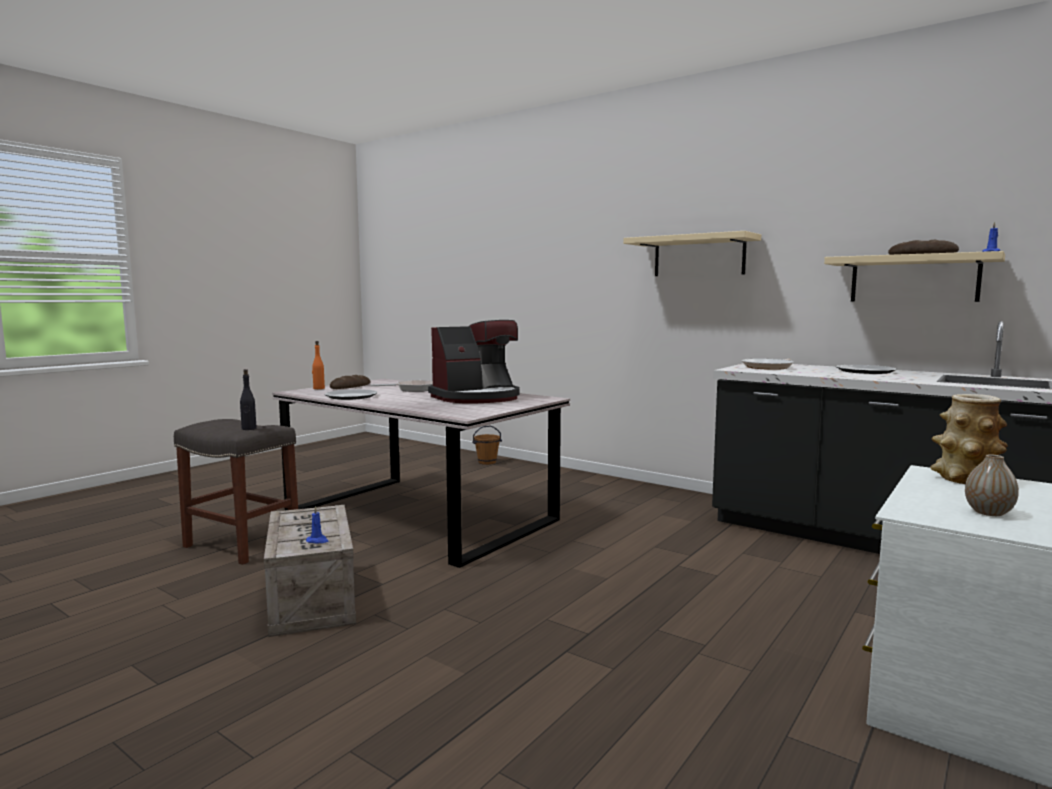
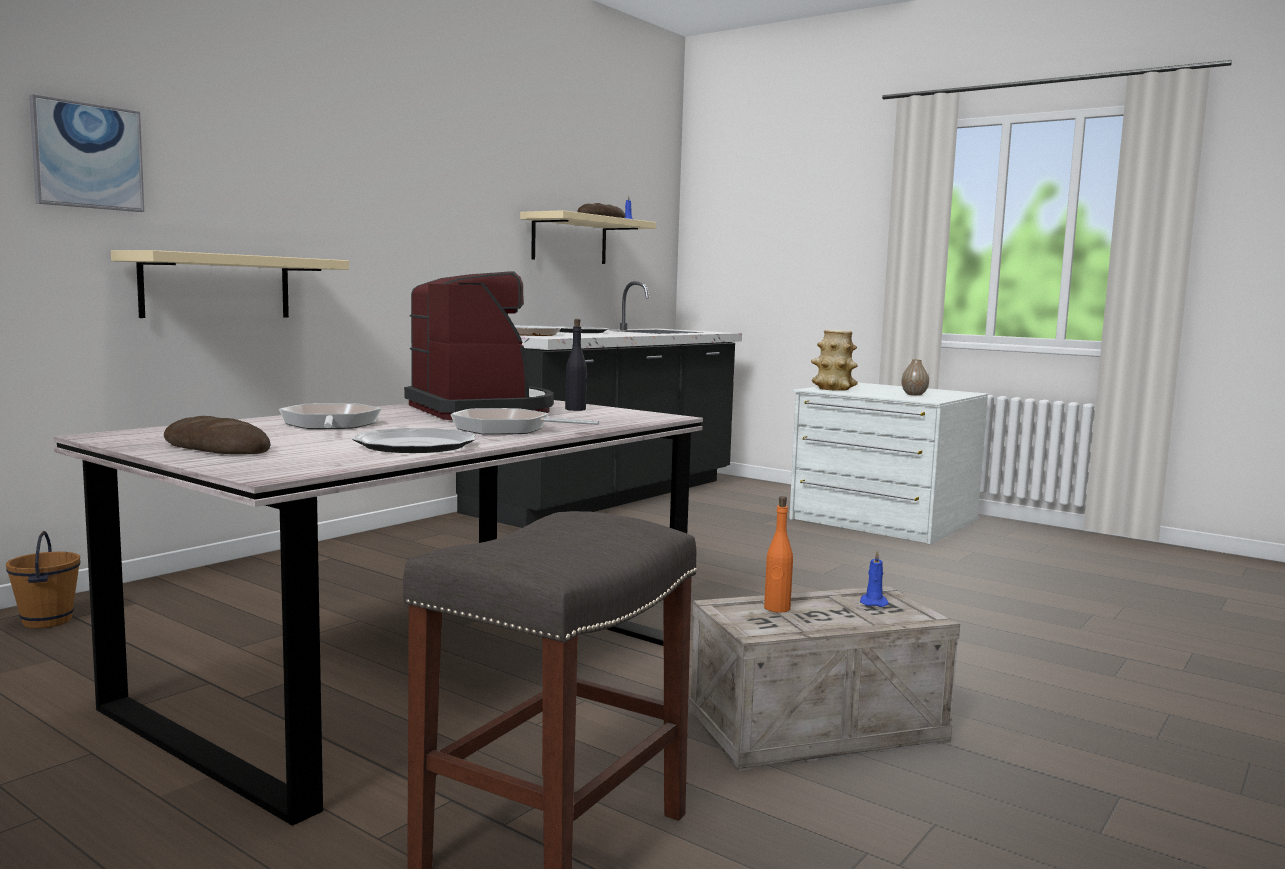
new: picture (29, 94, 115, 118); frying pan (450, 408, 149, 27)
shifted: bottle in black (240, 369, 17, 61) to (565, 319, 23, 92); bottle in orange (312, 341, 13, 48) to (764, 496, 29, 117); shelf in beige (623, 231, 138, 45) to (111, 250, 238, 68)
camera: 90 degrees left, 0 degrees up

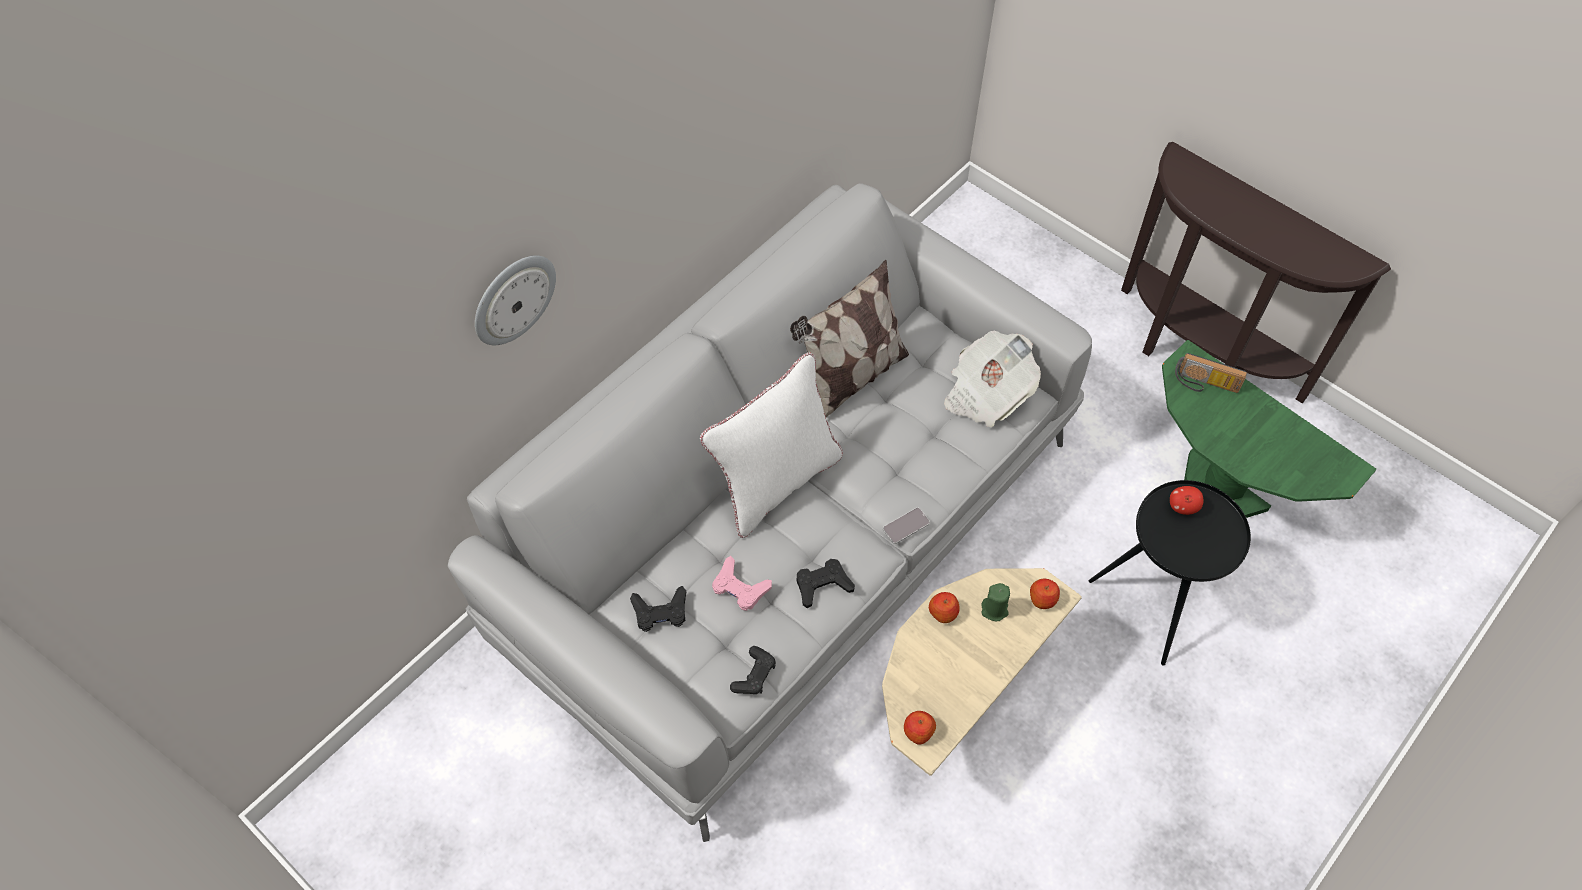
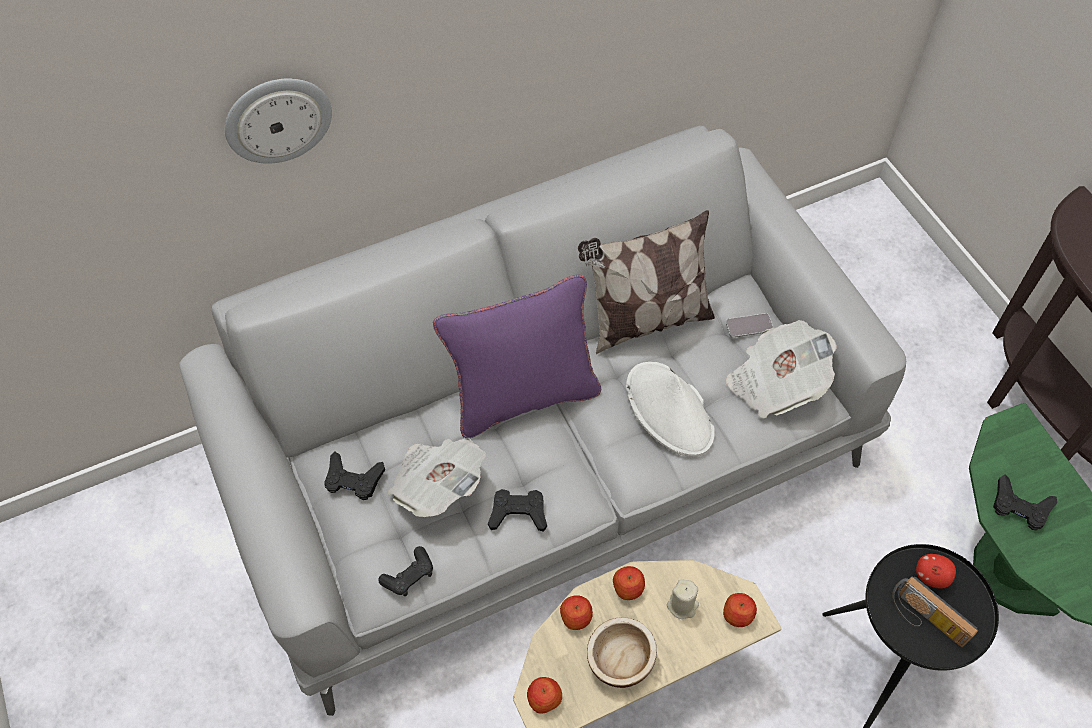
new: apple (560, 595, 33, 35); bowl (587, 617, 70, 71); hat in white (626, 362, 89, 95); game controller in black (993, 474, 64, 56)
shifted: phone (883, 508, 47, 36) to (726, 313, 47, 24); radio (1175, 353, 72, 40) to (892, 576, 86, 71)
swapped: game controller in pink (712, 556, 60, 55) to newspaper (387, 438, 99, 79)
repainted: pillow in white (700, 352, 143, 186) to pillow in purple (433, 274, 168, 164); candle in green (982, 583, 28, 38) to candle in beige (667, 580, 32, 39)
camera: 25 degrees right, 0 degrees up

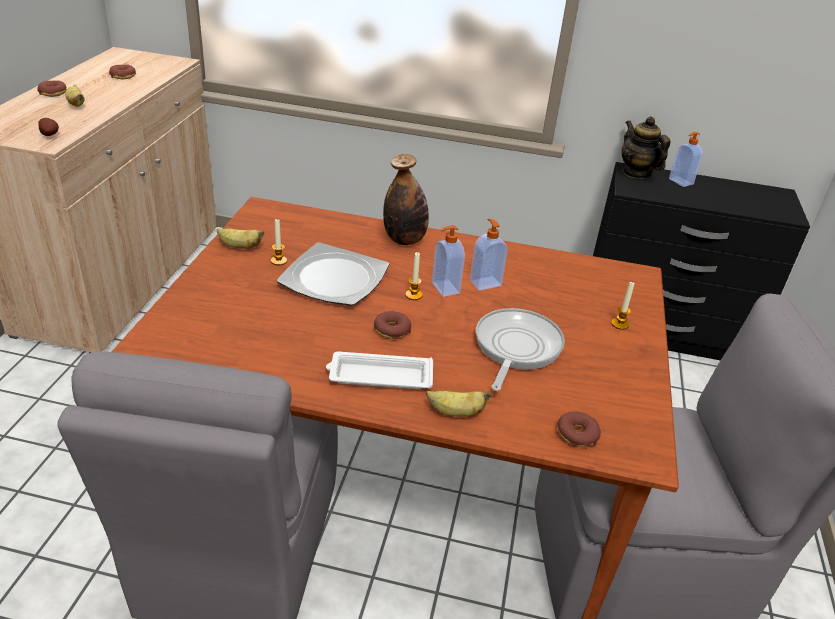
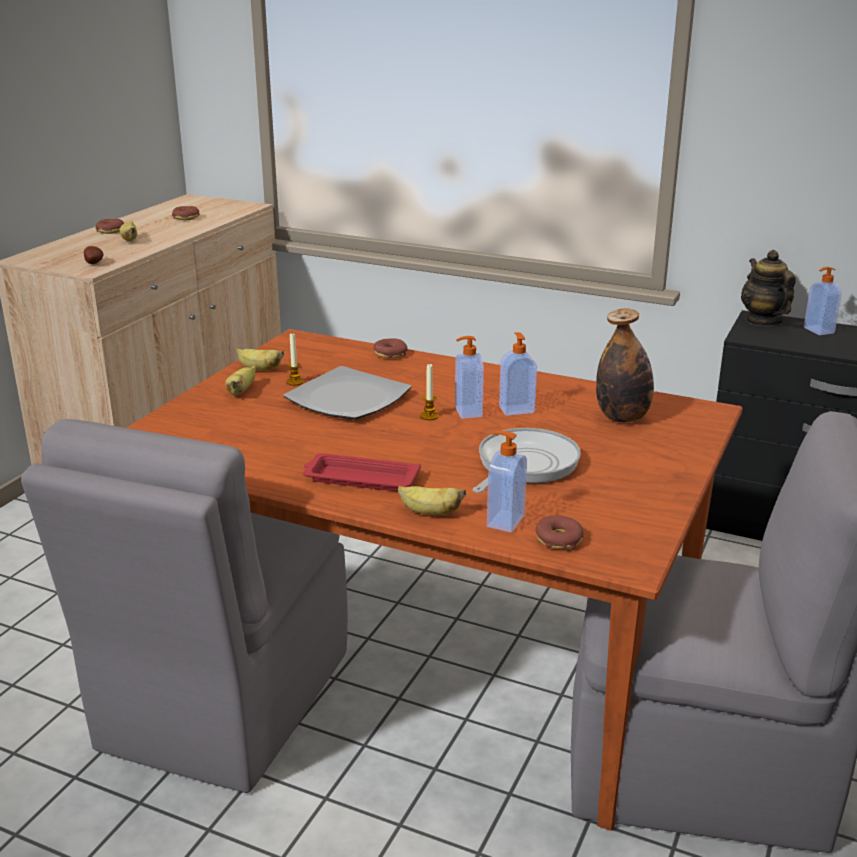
gone: candle (611, 281, 24, 49)
new: banana (225, 366, 31, 29); soap dispenser (487, 431, 40, 101)
shifted: donut (374, 311, 37, 28) to (373, 339, 35, 20); bottle (383, 154, 46, 91) to (596, 308, 58, 114)
repainted: tray in white (326, 352, 107, 37) to tray in red (303, 453, 118, 38)
camera: 15 degrees right, 10 degrees down

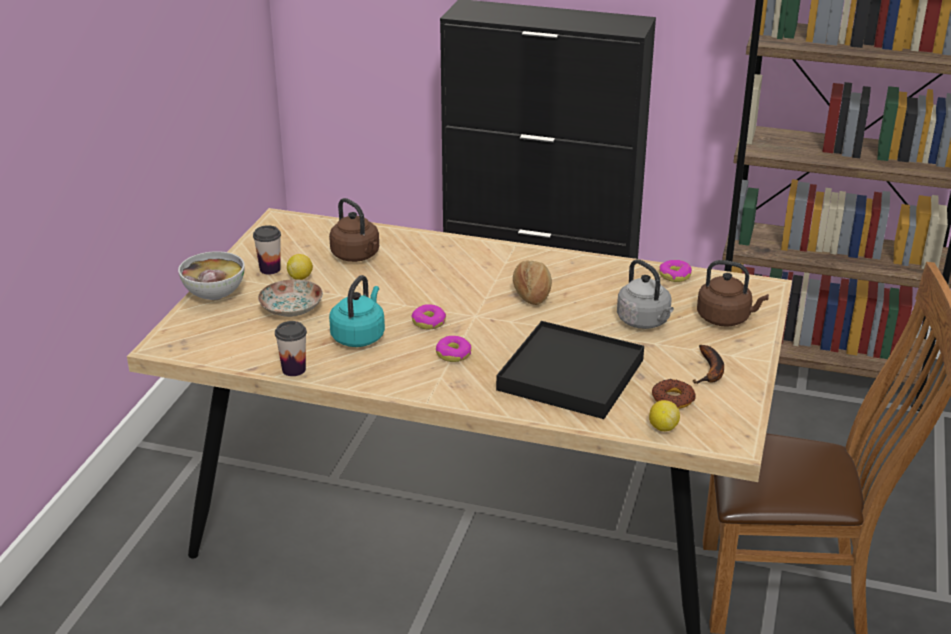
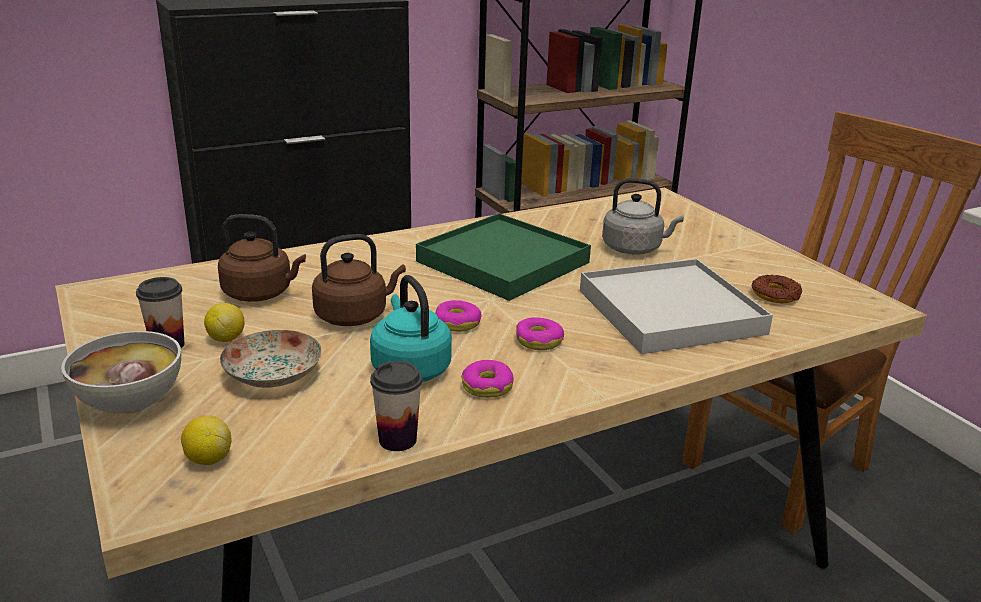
gone: banana (692, 345, 32, 39)
shifted: lemon (649, 400, 31, 31) to (181, 415, 50, 50); donut (659, 260, 33, 22) to (461, 360, 52, 38); kettle in brown (697, 260, 72, 67) to (312, 234, 94, 92)
swapped: bread (513, 260, 39, 45) to tray in green (416, 213, 175, 88)
repainted: tray in black (496, 321, 148, 98) to tray in white (580, 259, 193, 95)
camera: 45 degrees left, 5 degrees down

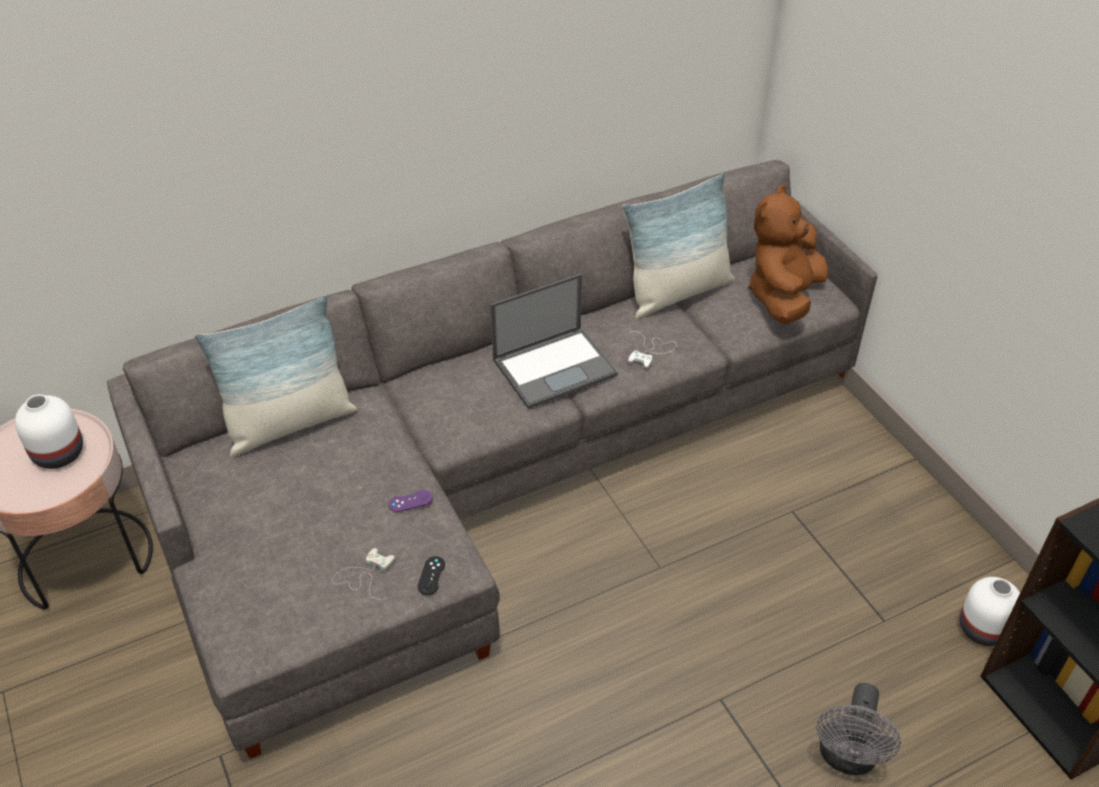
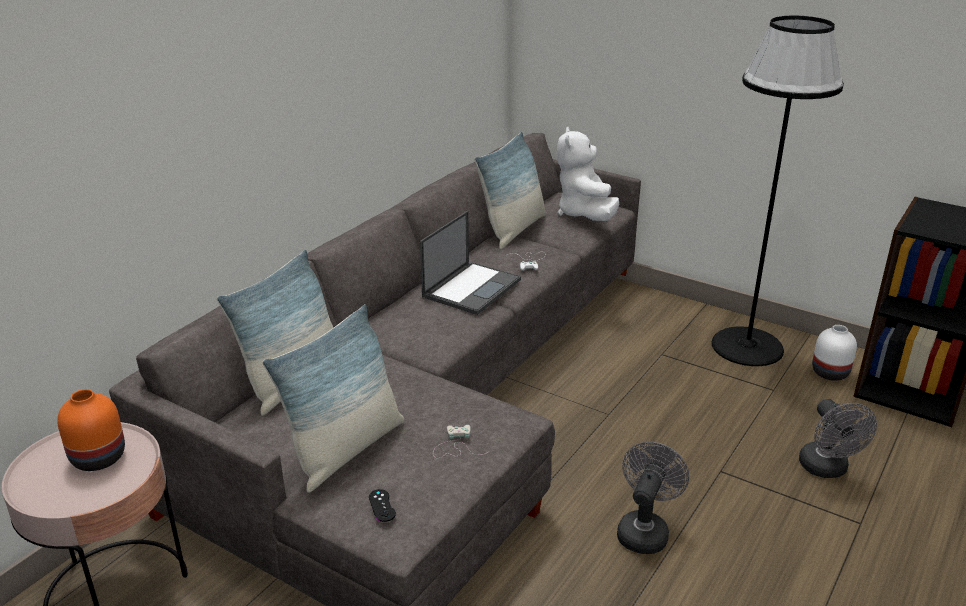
gone: game controller in purple (389, 490, 44, 22)
new: pillow (262, 304, 142, 189); fan in grey (617, 442, 72, 112); floor lamp in black (712, 16, 132, 350)
shifted: game controller in black (417, 556, 28, 39) to (369, 489, 27, 33)
repainted: vase in white (15, 394, 68, 75) to vase in orange (57, 389, 68, 82); plush toy in brown (748, 185, 80, 139) to plush toy in white (557, 127, 62, 94)
camera: 30 degrees left, 15 degrees down

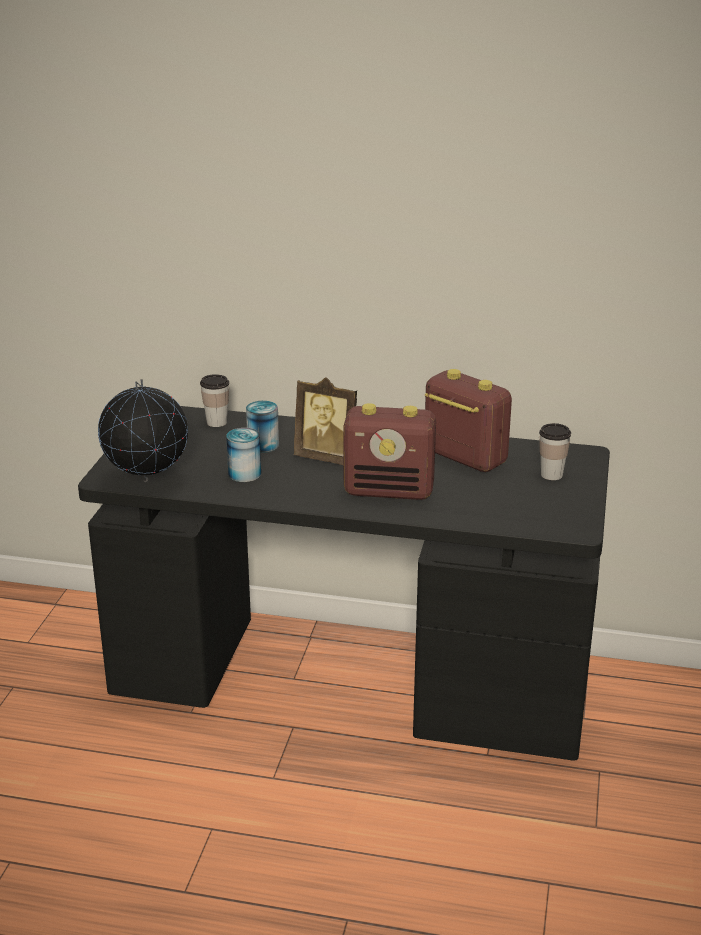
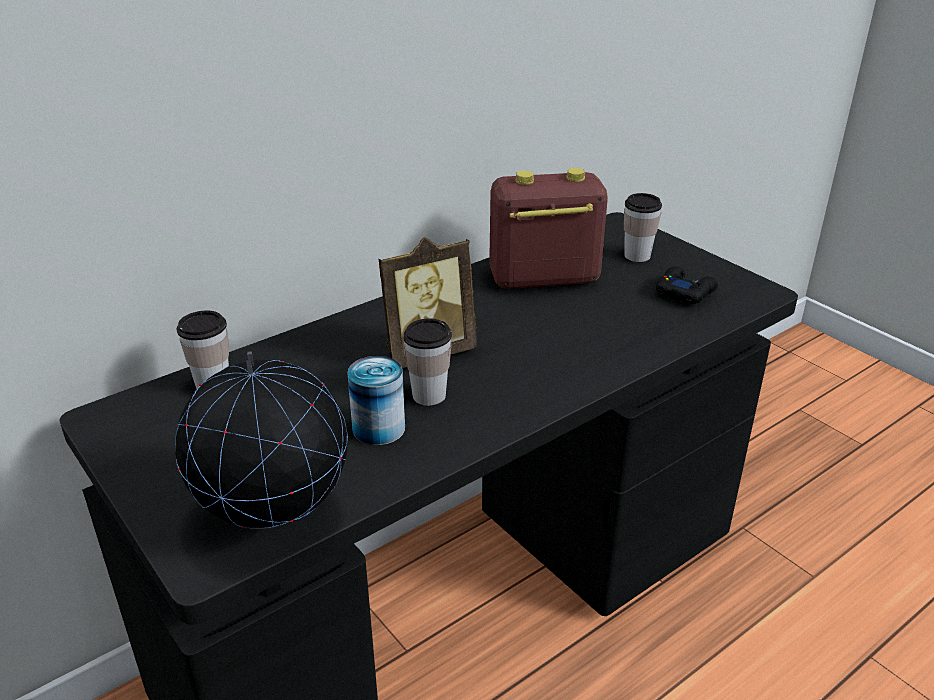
gone: can (246, 401, 33, 52); radio (343, 403, 93, 97)
new: cup (403, 319, 49, 87); game controller in black (656, 266, 62, 38)
camera: 50 degrees left, 5 degrees up

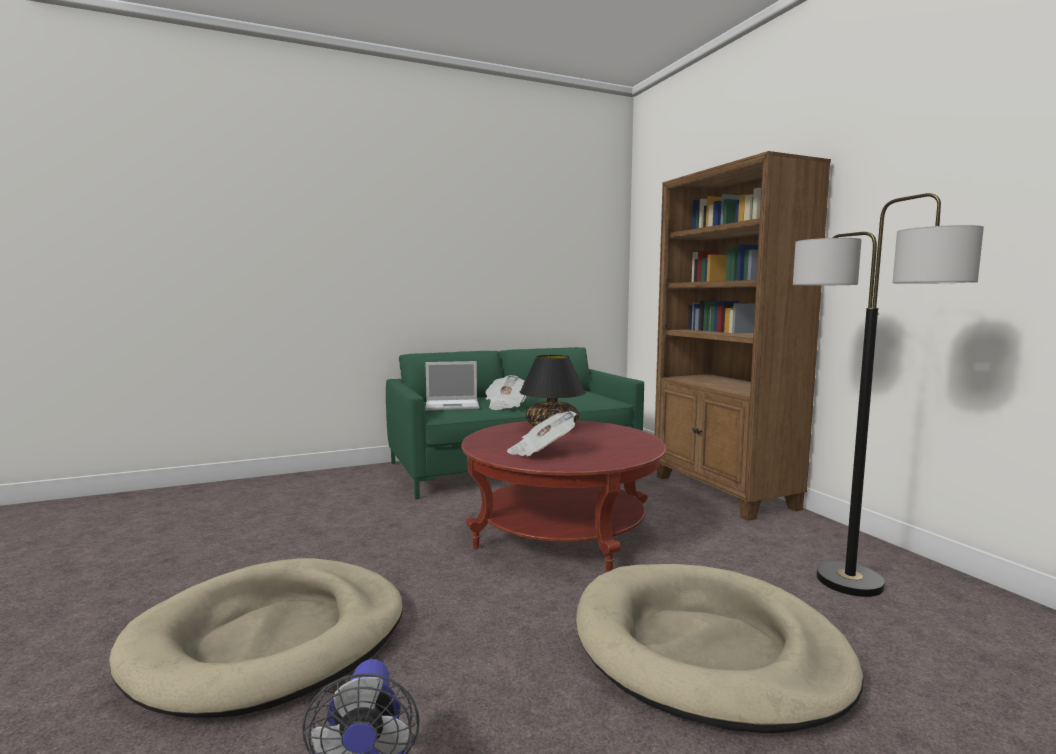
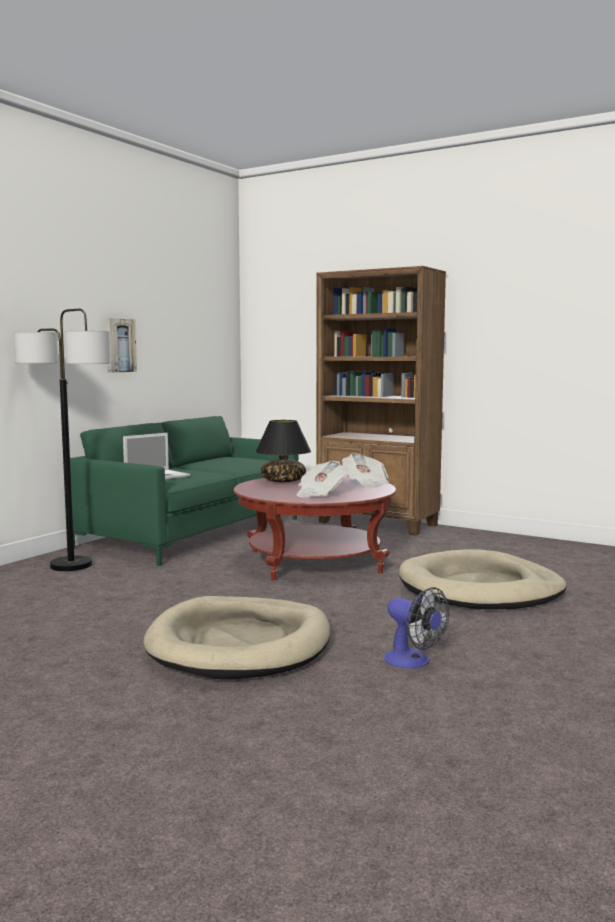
new: picture (106, 318, 31, 54)
shifted: newspaper (485, 375, 41, 35) to (342, 453, 47, 35); floor lamp (793, 193, 191, 404) to (14, 309, 97, 262)
camera: 35 degrees left, 0 degrees up

